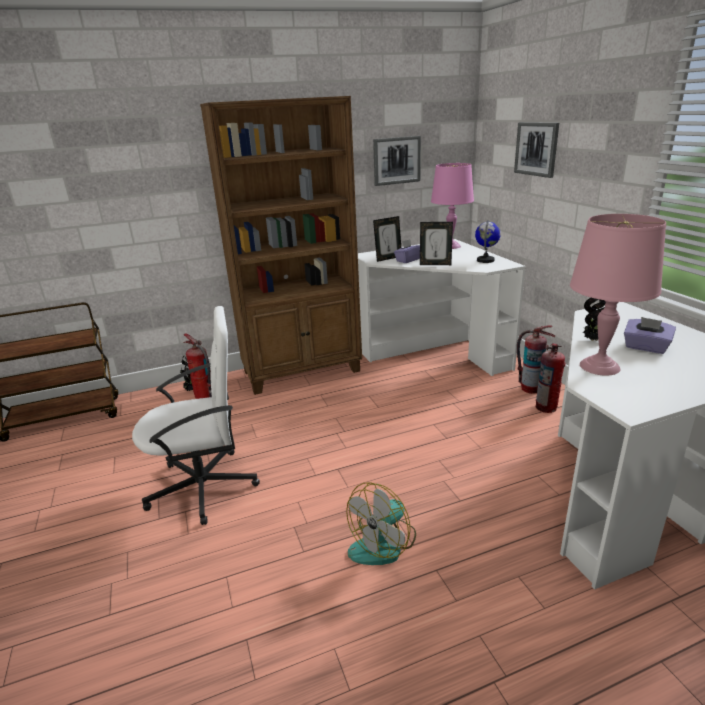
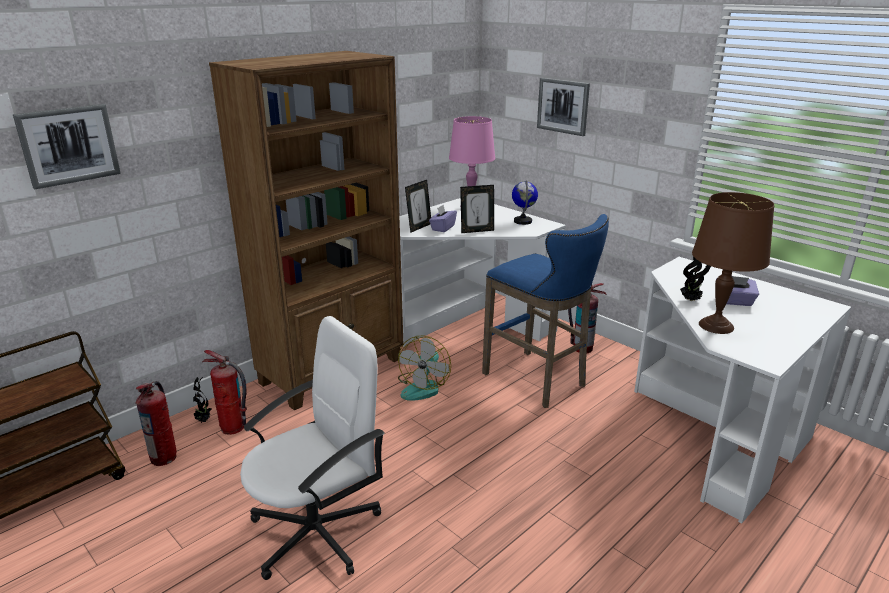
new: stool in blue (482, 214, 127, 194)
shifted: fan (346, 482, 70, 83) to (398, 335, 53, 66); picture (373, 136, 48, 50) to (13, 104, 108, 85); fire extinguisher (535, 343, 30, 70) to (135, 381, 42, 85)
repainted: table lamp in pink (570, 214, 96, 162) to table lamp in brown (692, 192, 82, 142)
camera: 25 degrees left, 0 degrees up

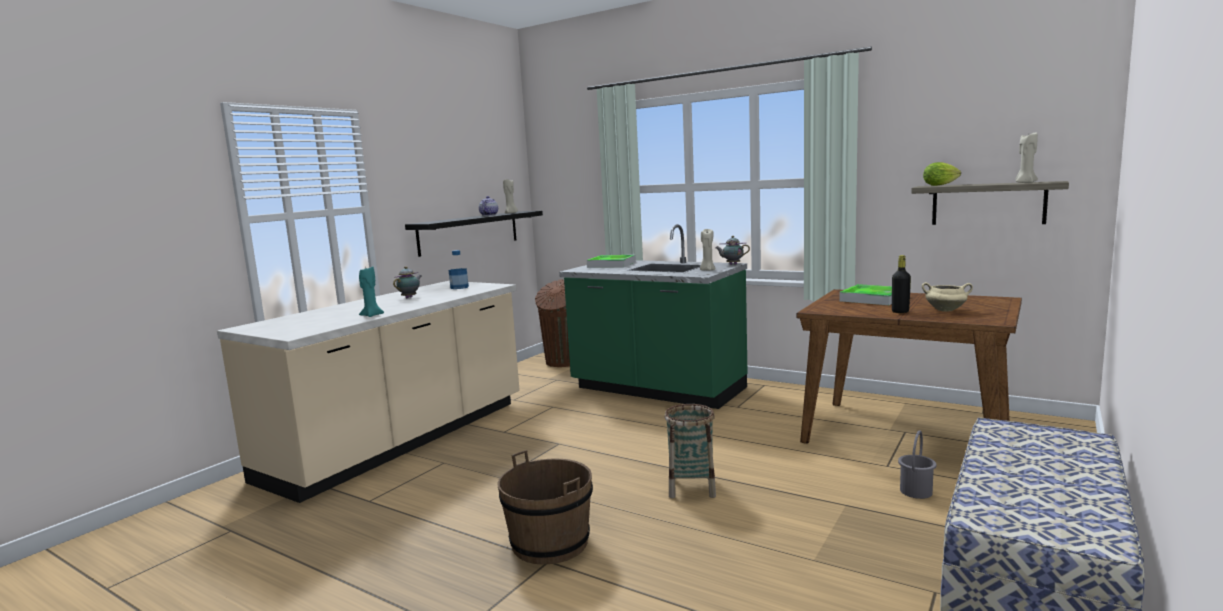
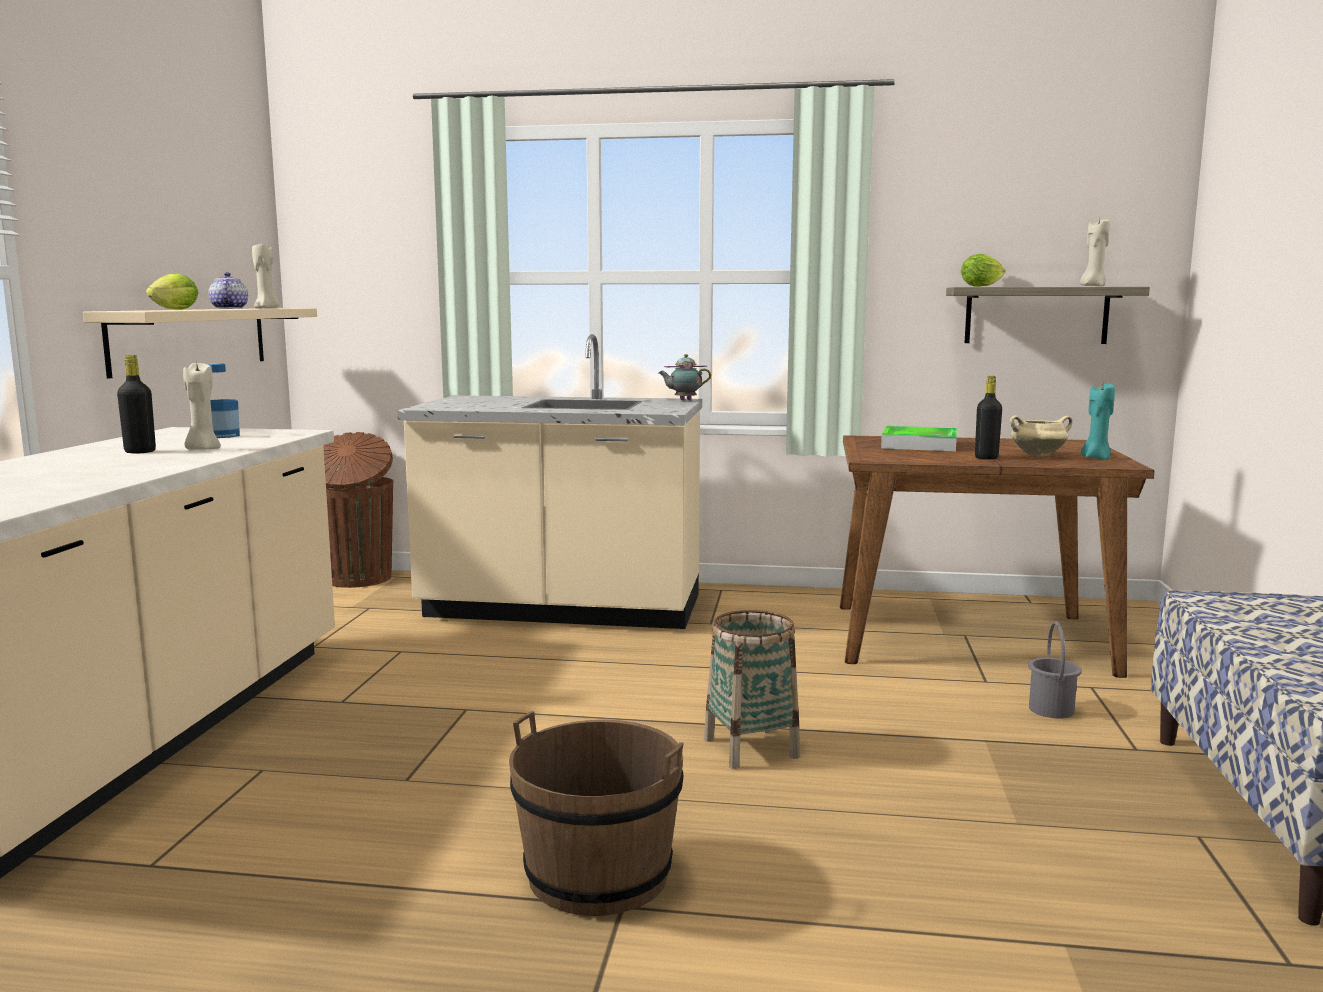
gone: tray (587, 255, 49, 13)
new: lettuce (146, 274, 52, 36)
shifted: candle in turquoise (359, 265, 25, 52) to (1081, 384, 34, 76); candle in beige (700, 229, 15, 41) to (183, 363, 38, 87)
swapped: teapot (393, 266, 29, 32) to bottle in black (117, 355, 39, 98)
repainted: shelf in black (405, 211, 138, 46) to shelf in beige (83, 308, 234, 71); counter in green (559, 224, 188, 185) to counter in beige (397, 334, 305, 295)
camera: 25 degrees left, 0 degrees up

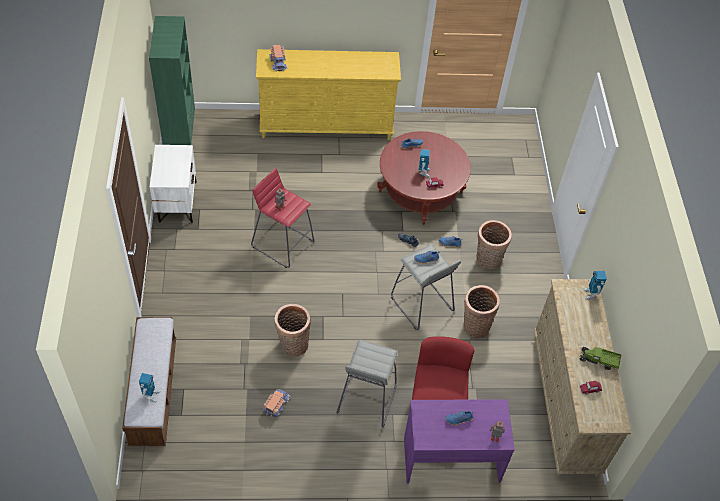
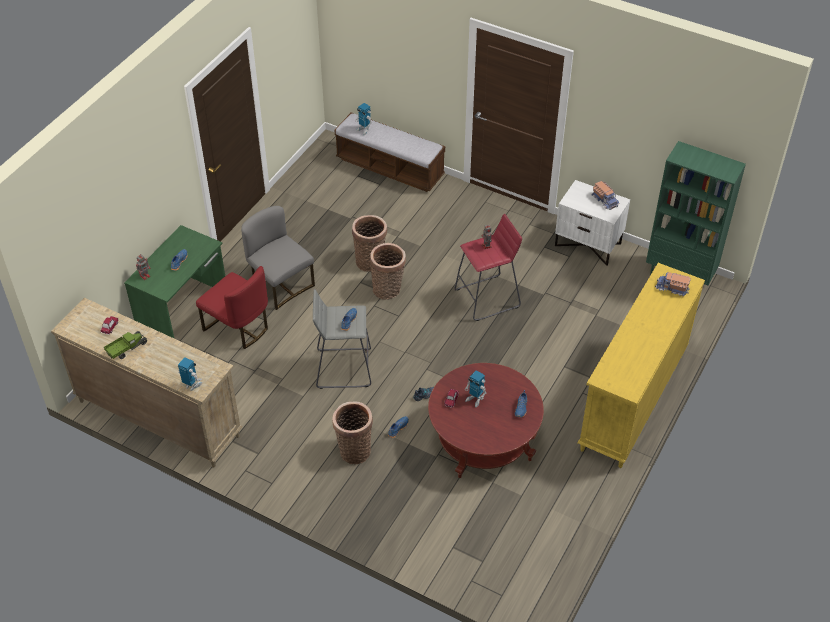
shifted: toy truck (263, 389, 27, 28) to (592, 181, 27, 29); basket (464, 285, 36, 53) to (370, 243, 36, 57)
swapped: stool in grey (336, 340, 62, 88) to chair in grey (241, 206, 74, 104)
repainted: desk in purple (404, 400, 111, 83) to desk in green (124, 225, 101, 114)
camera: 125 degrees right, 5 degrees down

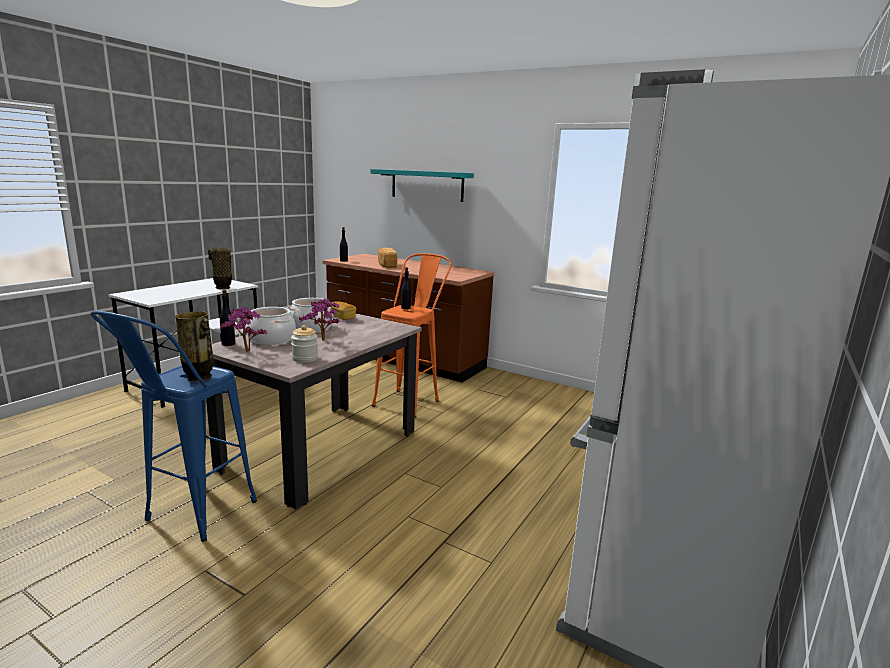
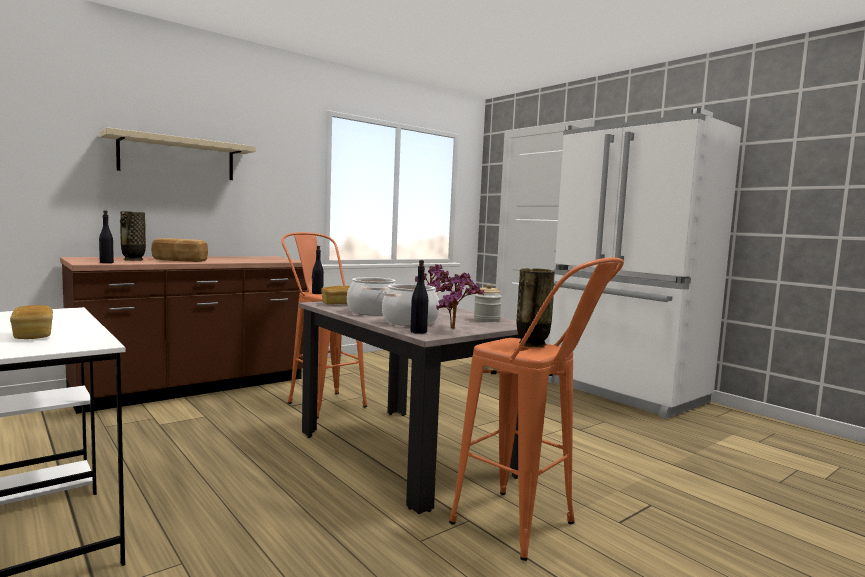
new: bread (10, 305, 43, 34)
shifted: vase (208, 248, 25, 42) to (120, 211, 26, 50)
repainted: stool in blue (90, 311, 167, 231) to stool in orange (449, 258, 175, 303); shelf in turquoise (370, 169, 104, 33) to shelf in beige (100, 127, 156, 53)
camera: 70 degrees left, 10 degrees down

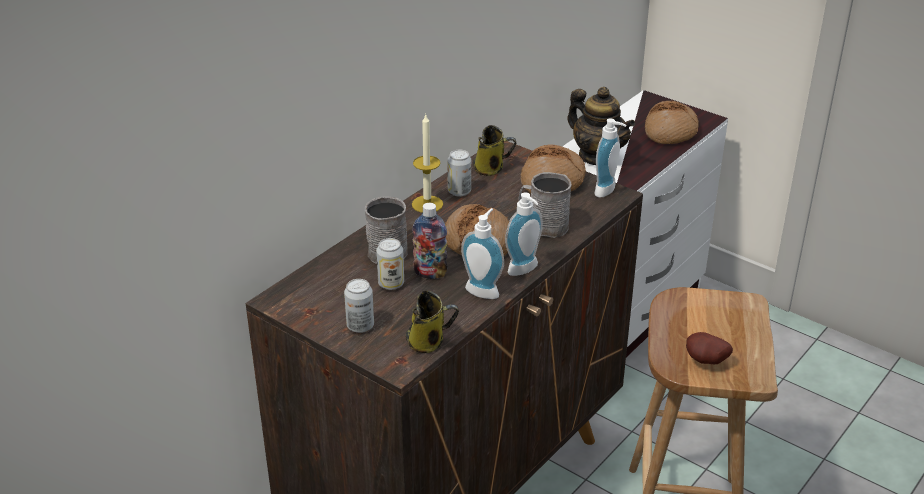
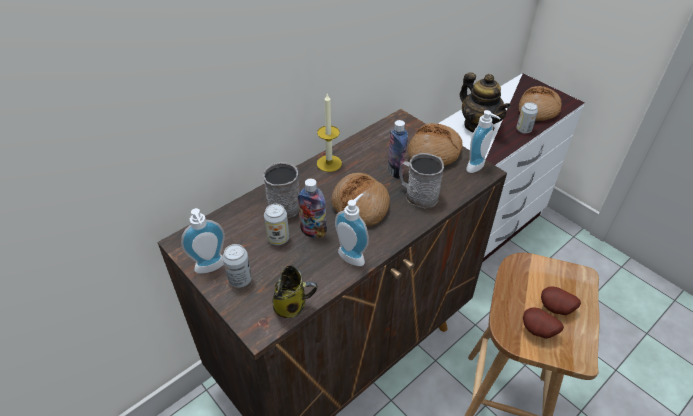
gone: mug (473, 125, 43, 51)
new: bottle (388, 120, 20, 59); potato (541, 286, 40, 29)
shifted: can (447, 149, 24, 48) to (516, 102, 22, 31); soap dispenser (505, 192, 38, 84) to (181, 208, 44, 66)
camera: 10 degrees right, 10 degrees up

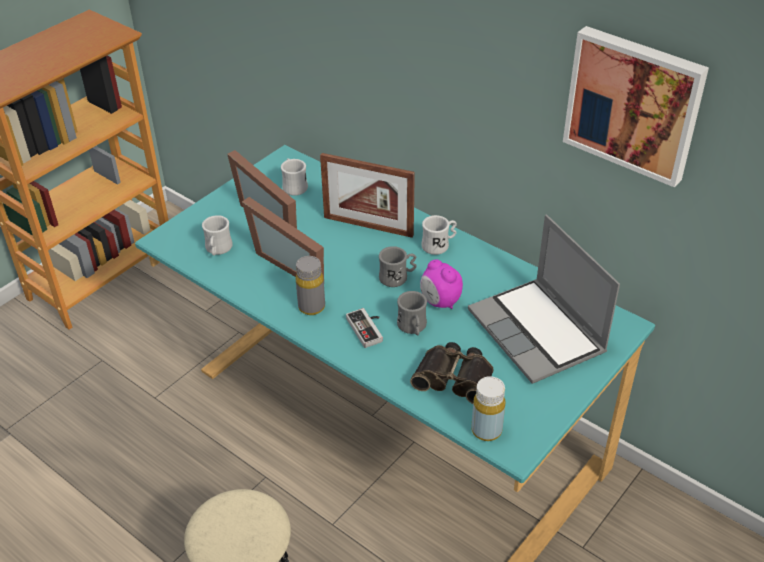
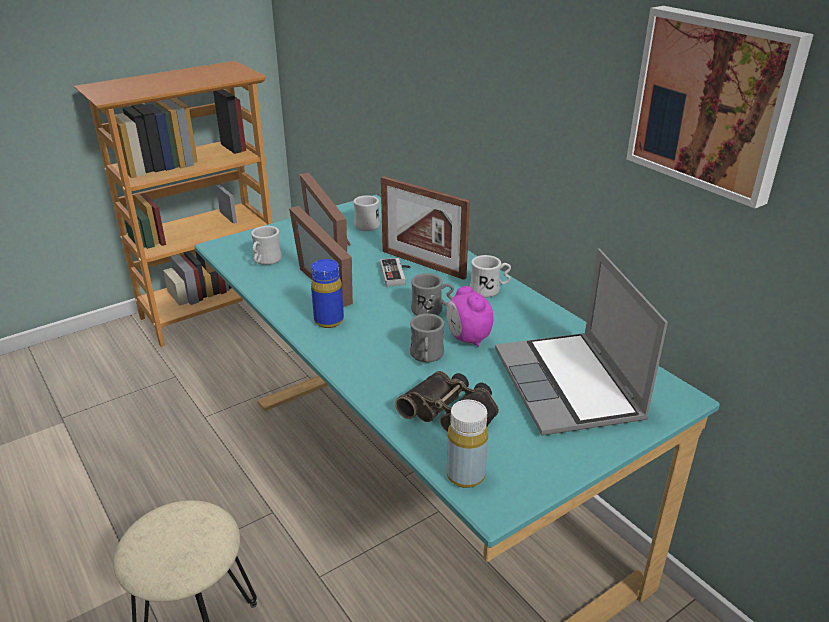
shifted: game controller (346, 308, 37, 40) to (380, 258, 30, 29)
repainted: bottle in grey (296, 256, 29, 59) to bottle in blue (311, 259, 33, 69)
camera: 15 degrees right, 10 degrees down

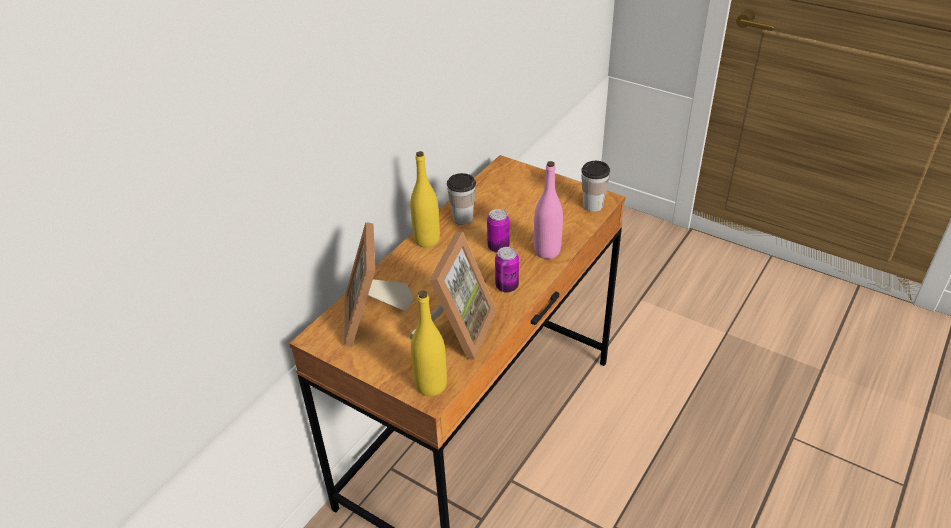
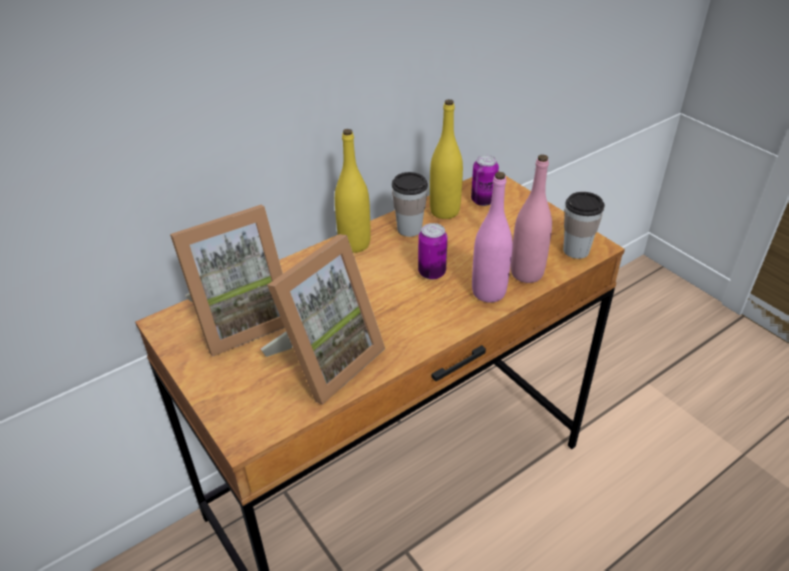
new: bottle in pink (511, 154, 41, 129)
shifted: bottle in yellow (411, 291, 36, 105) to (430, 99, 33, 120); can (495, 247, 24, 46) to (471, 155, 28, 51)
rotated: picture frame (344, 222, 69, 125) = (170, 205, 115, 152) 135 degrees counterclockwise
camera: 20 degrees right, 0 degrees up

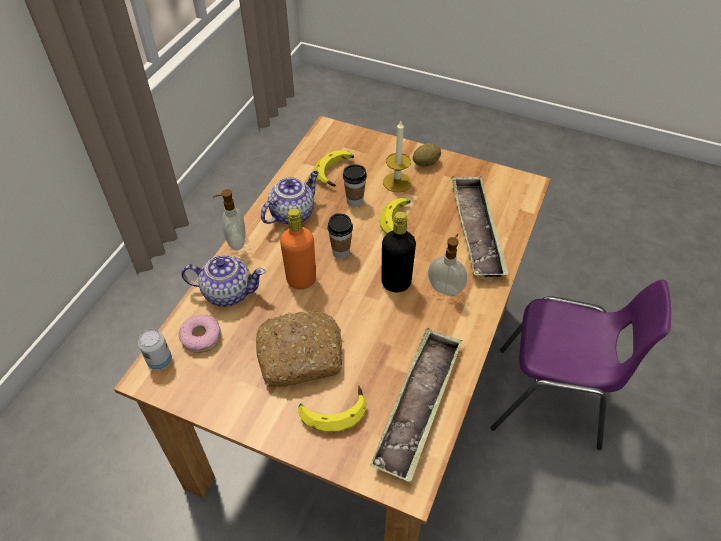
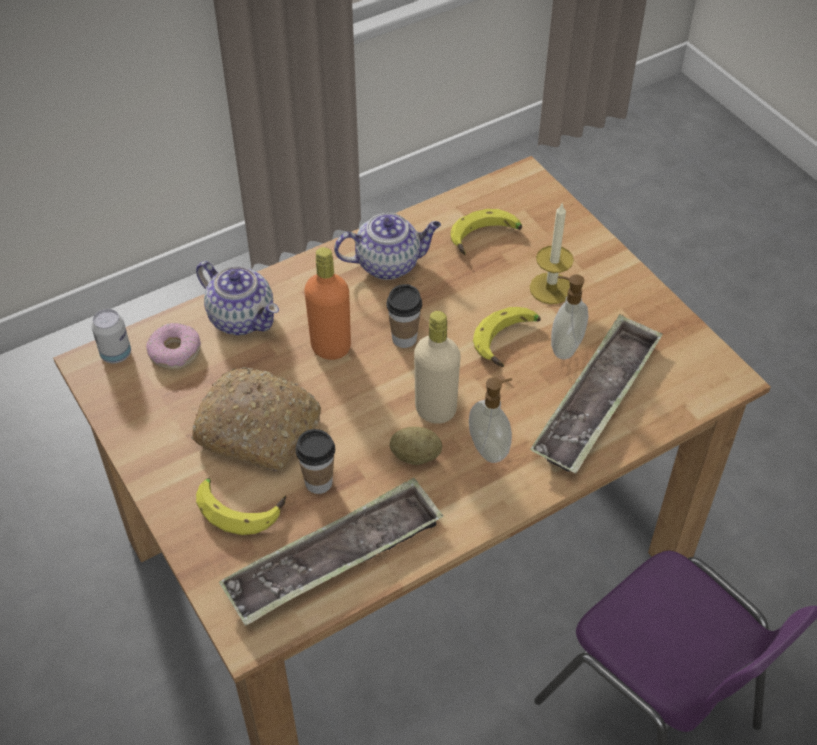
shifted: soap dispenser (213, 189, 33, 61) to (551, 274, 37, 85); cup (343, 164, 24, 43) to (296, 429, 39, 65); potato (413, 143, 28, 23) to (390, 427, 52, 38)
repainted: bottle in black (381, 211, 35, 81) to bottle in beige (414, 311, 47, 113)
camera: 35 degrees right, 0 degrees up

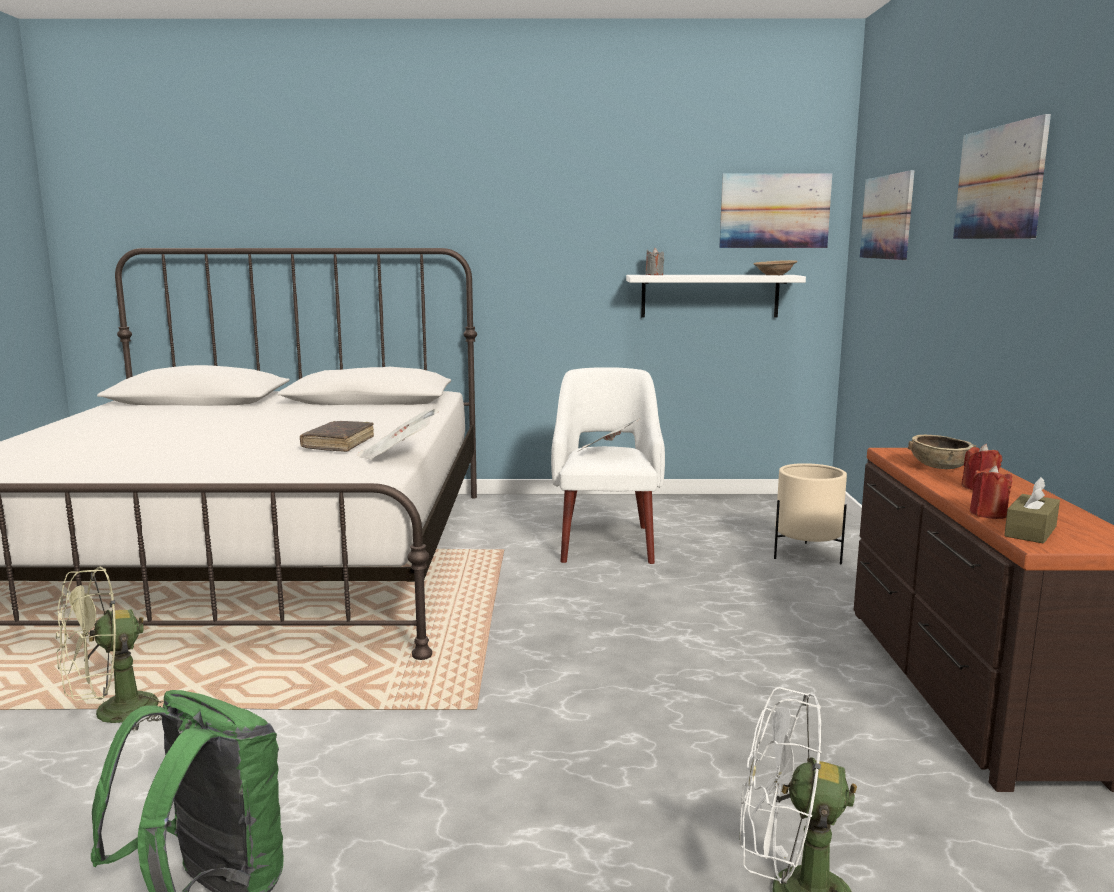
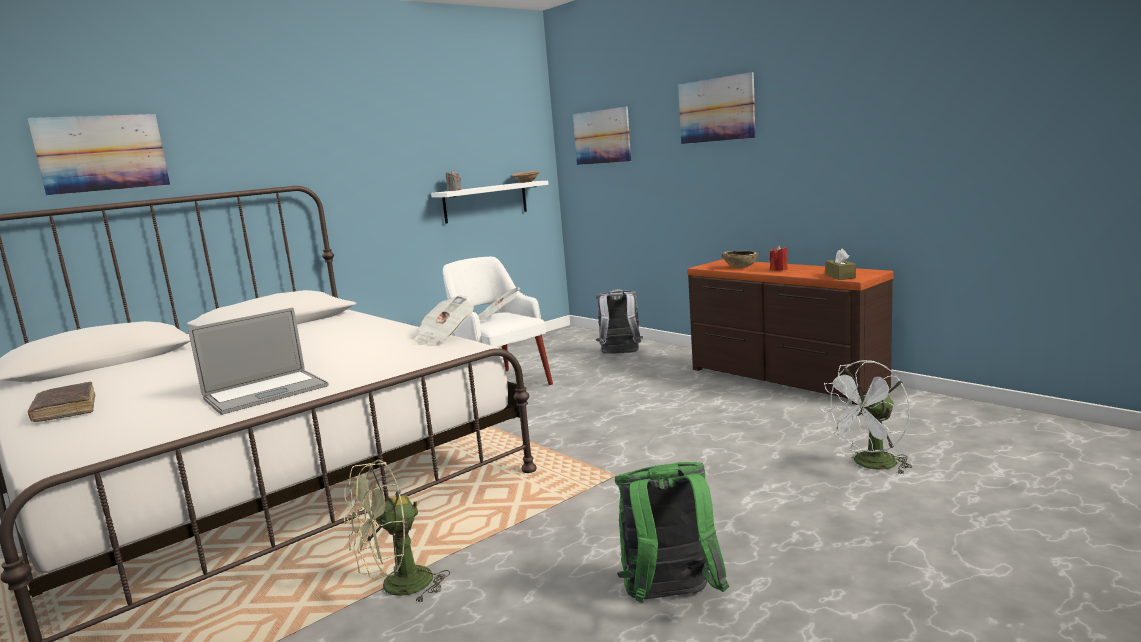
gone: candle in red (970, 465, 43, 54)
new: laptop (188, 308, 141, 107)
shifted: book in brown (300, 421, 74, 31) to (28, 382, 67, 40); picture (719, 174, 113, 74) to (27, 114, 143, 81)
swapped: planter in beige (774, 463, 73, 101) to backpack in grey (596, 289, 47, 65)
rotated: fan in green (56, 566, 108, 166) = (344, 460, 106, 144) 45 degrees clockwise
camera: 40 degrees left, 0 degrees up

